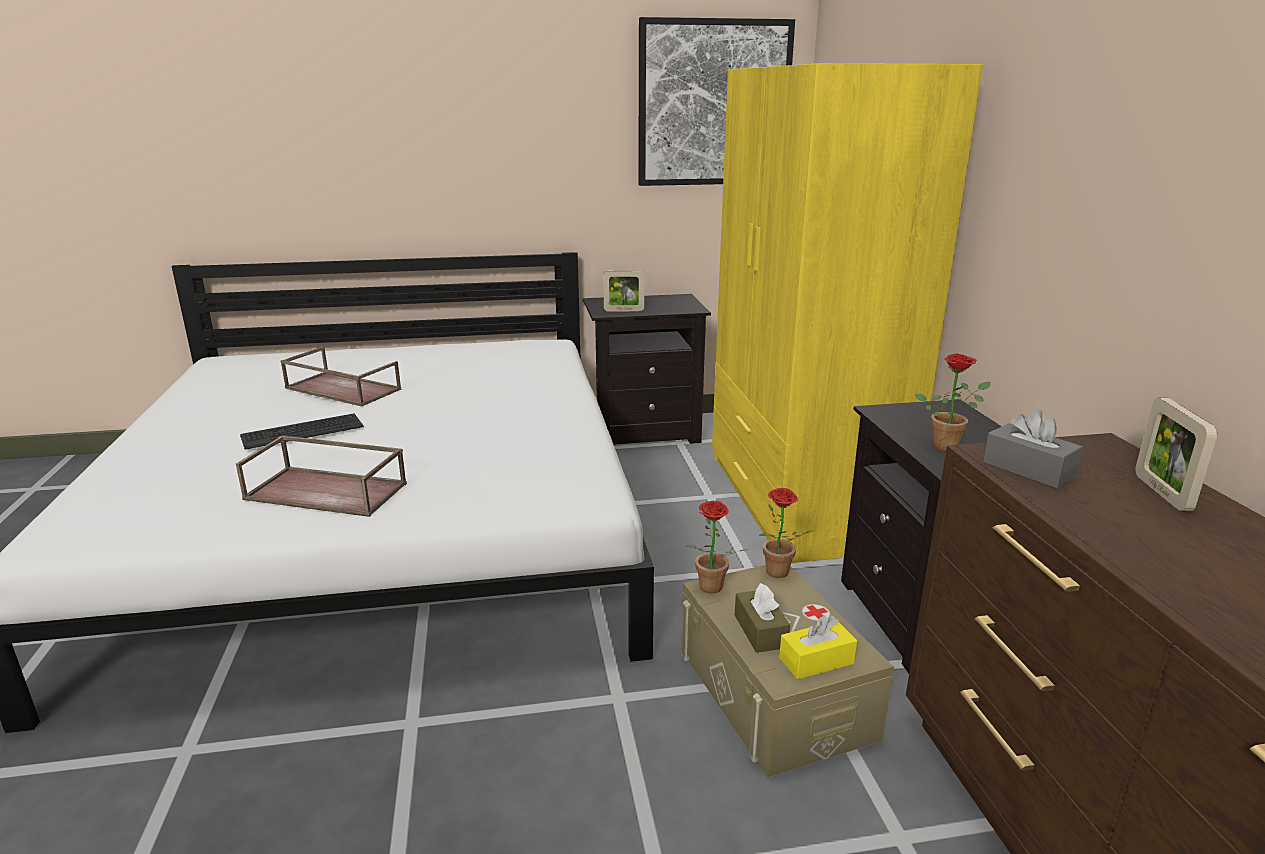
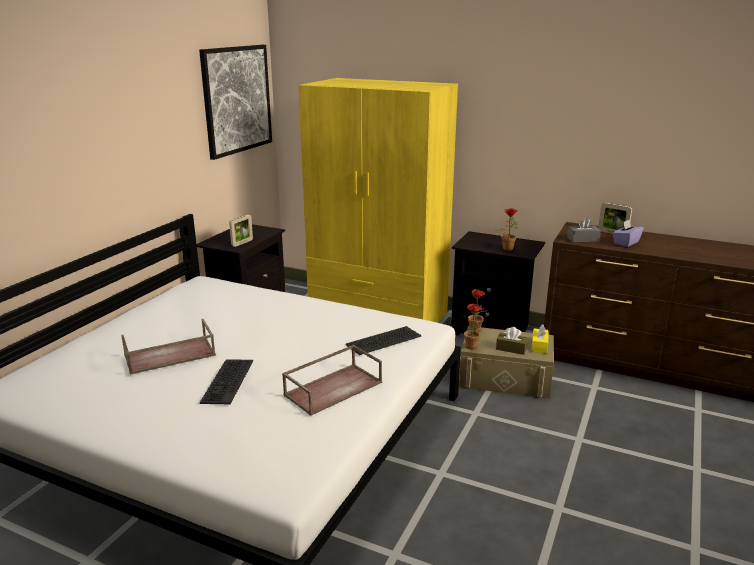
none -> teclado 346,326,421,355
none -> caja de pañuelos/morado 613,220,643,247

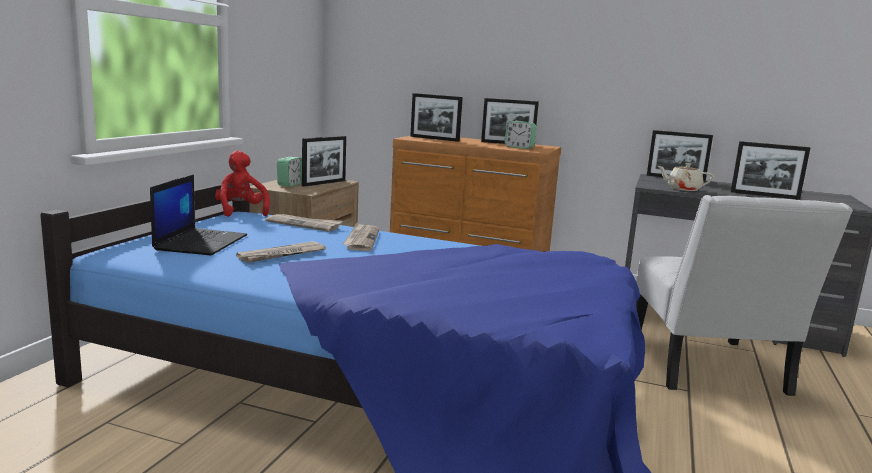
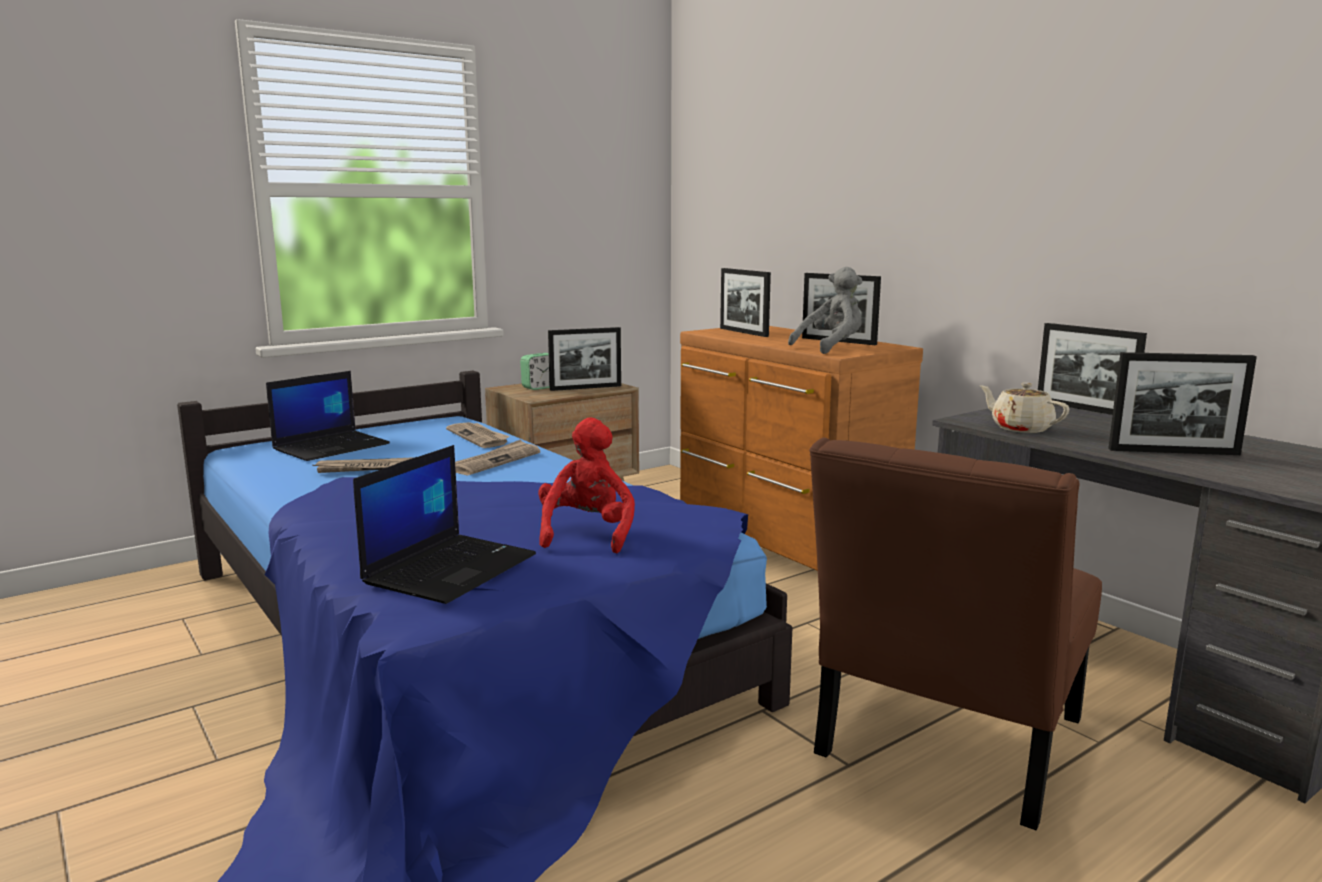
peluche/rojo 215,150,270,217 -> peluche/rojo 538,417,635,553, shifted
despertador 504,121,536,149 -> peluche/gris 788,267,863,354
silla/blanco 636,195,853,396 -> silla/marrón 809,438,1102,830
portarretratos 731,141,810,200 -> portarretratos 1108,352,1257,455, 45 degrees counterclockwise
none -> portátil 353,445,536,604

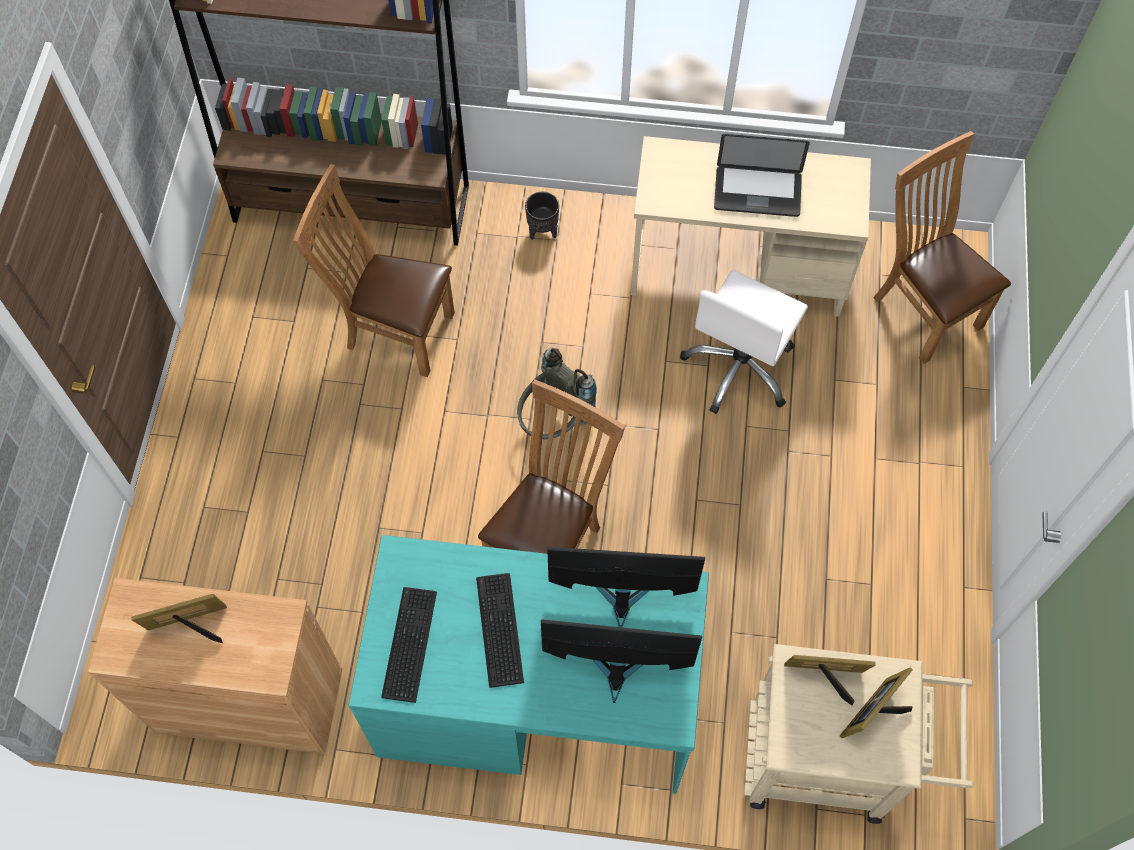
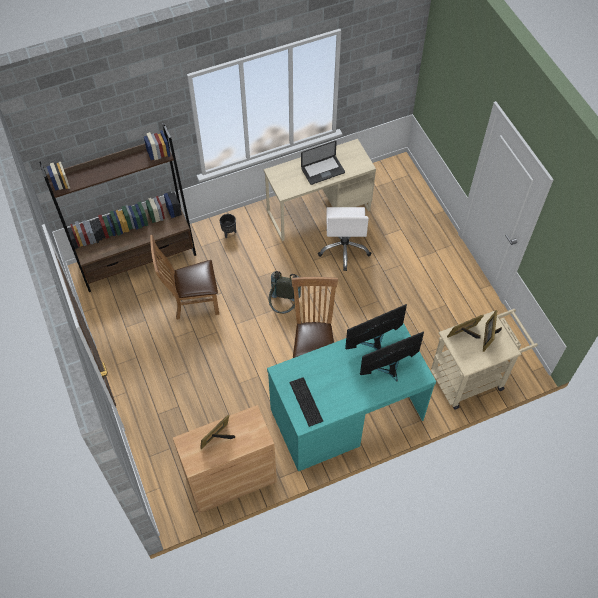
teclado 476,573,524,688 -> none
silla/marrón 873,131,1011,364 -> none

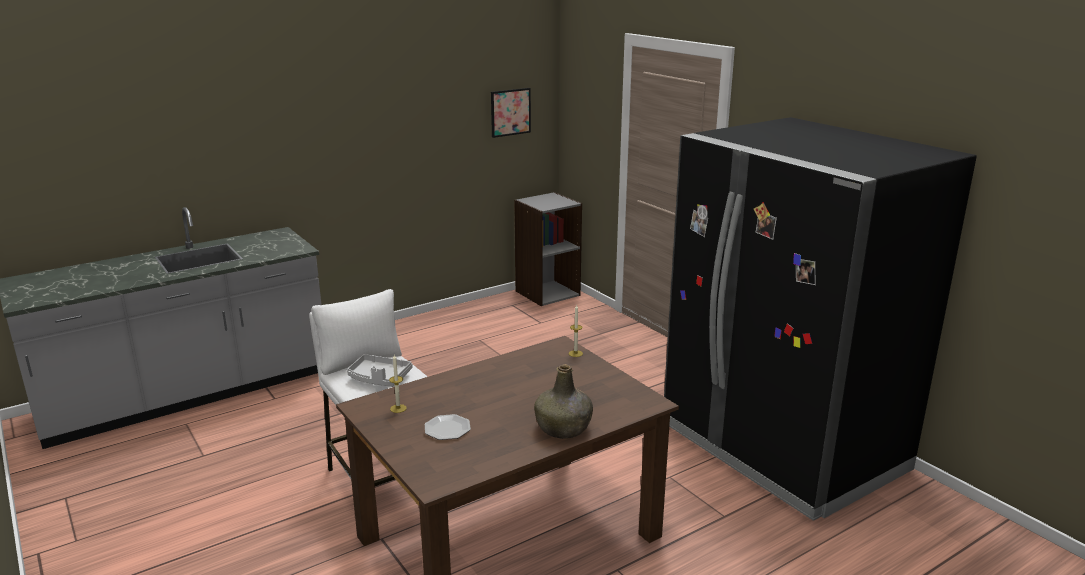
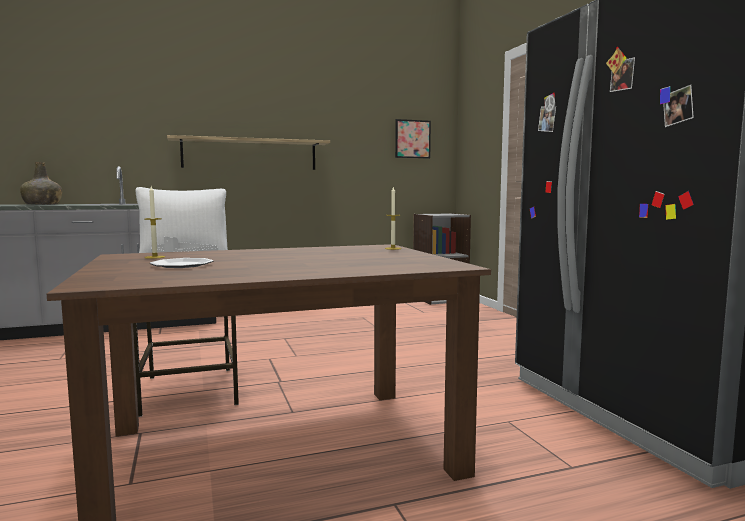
botella/verde 534,364,593,439 -> botella/verde 20,162,62,205, shifted
none -> estante 167,135,330,170

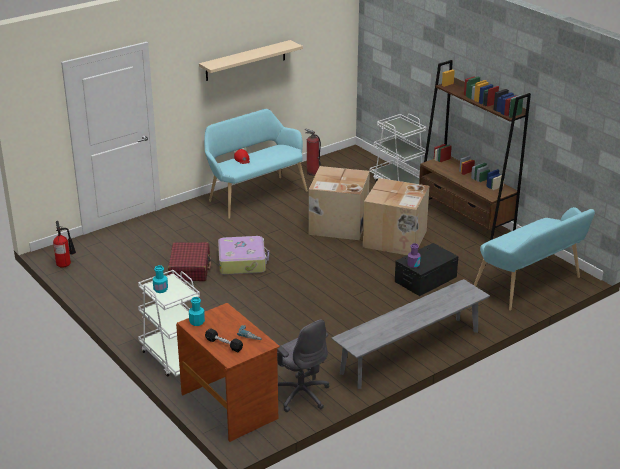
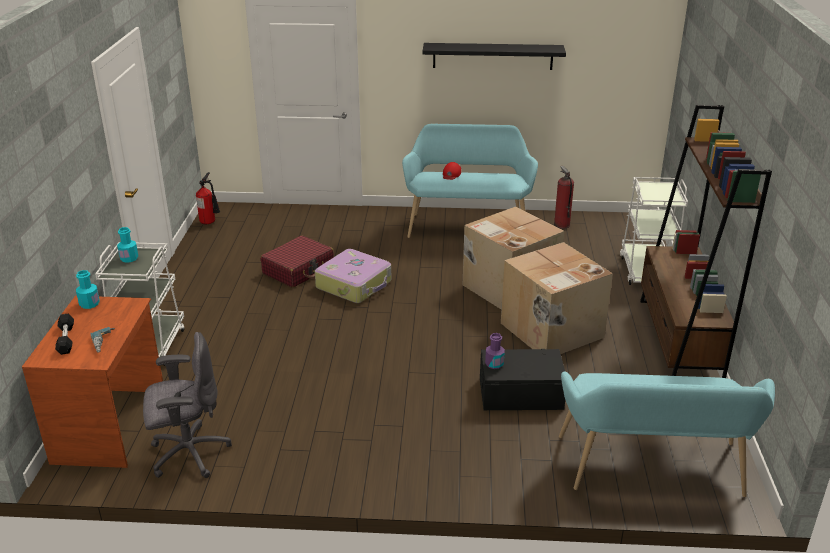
estante/beis 199,40,303,81 -> estante/negro 423,43,566,70
silla de oficina/gris 277,319,329,412 -> silla de oficina/gris 143,332,232,478, 105 degrees counterclockwise
banco/gris 331,279,490,389 -> none

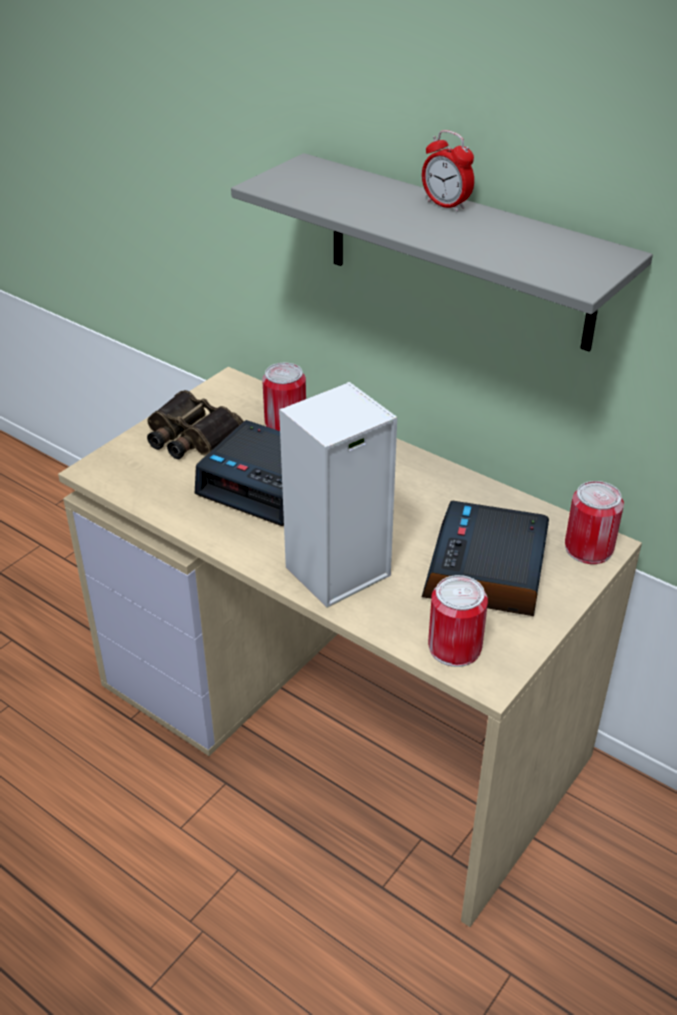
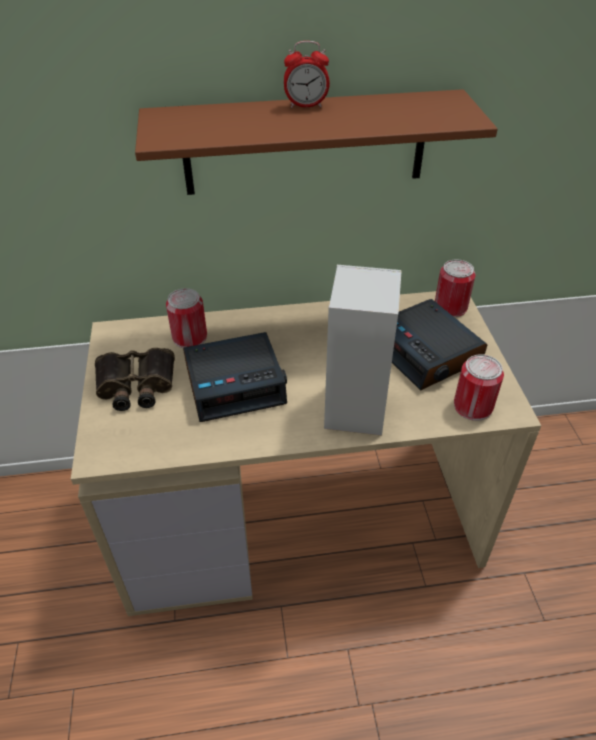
estante/gris 231,153,653,351 -> estante/marrón 135,89,498,195

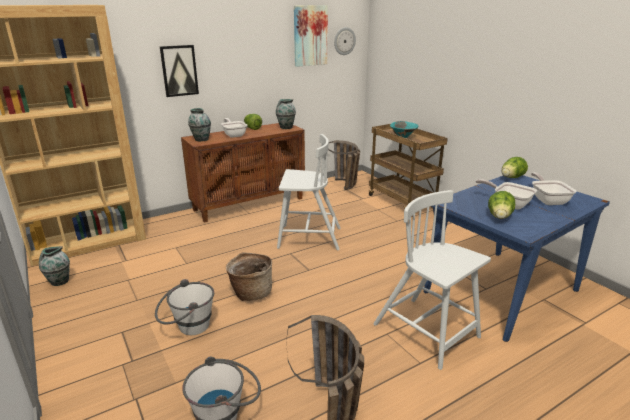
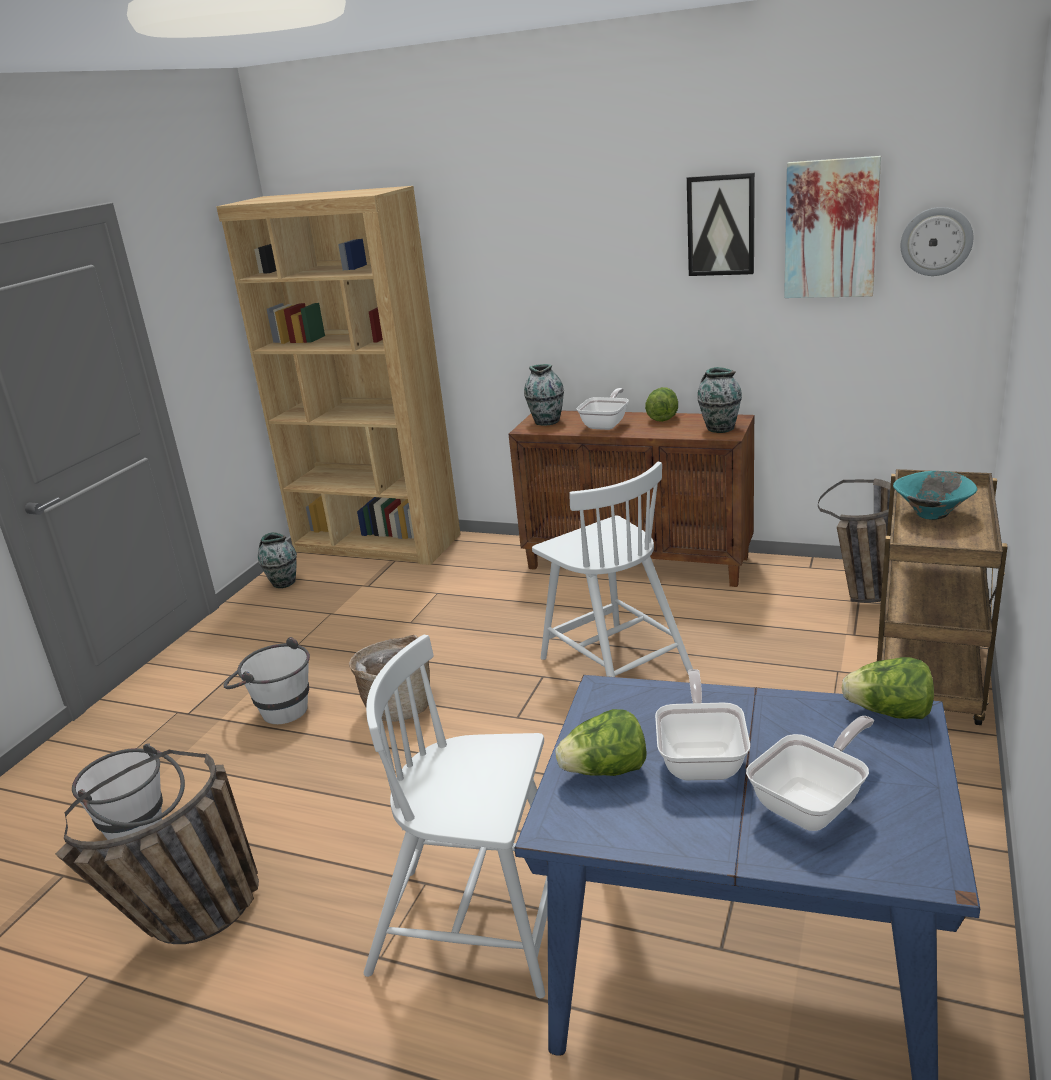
cuadro 160,45,199,97 -> cuadro 687,173,755,276, shifted
silla/blanco 373,190,491,370 -> silla/blanco 364,635,548,999, 90 degrees counterclockwise

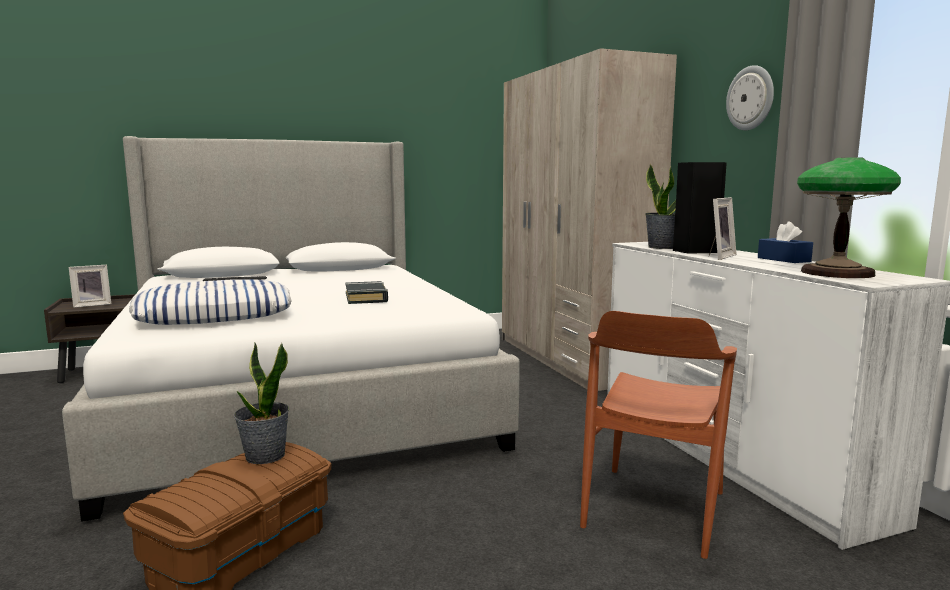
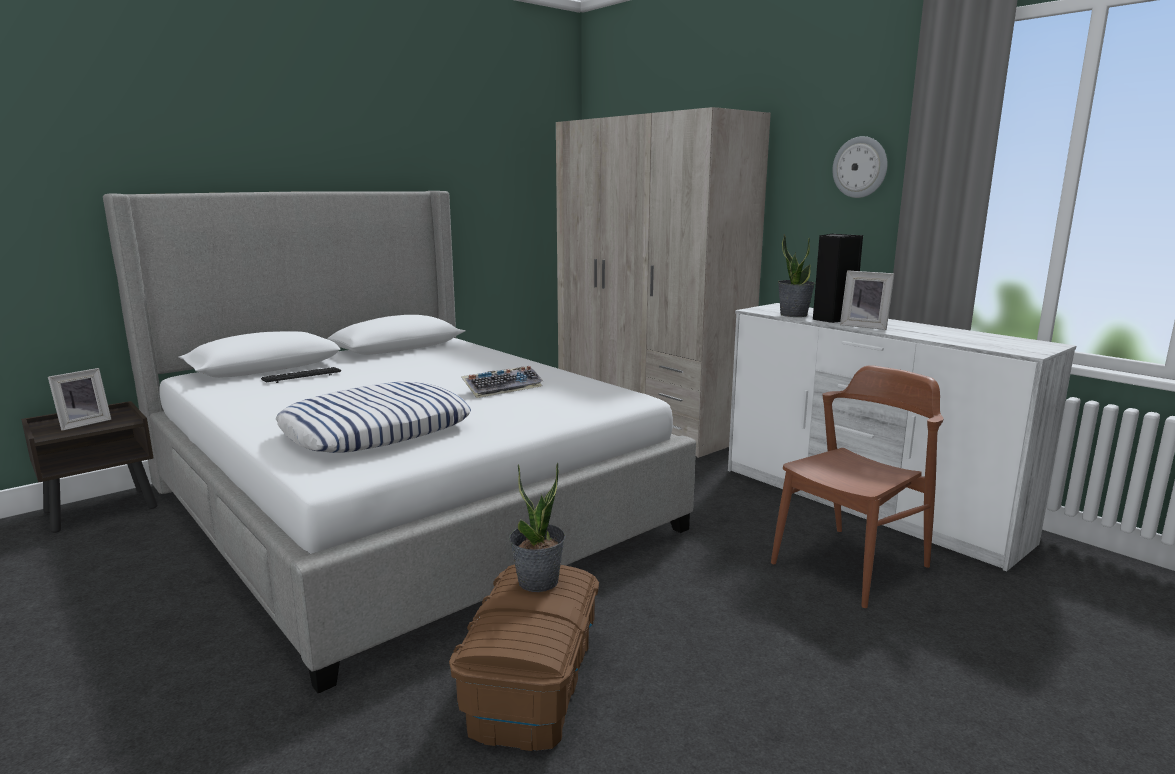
libro/negro 345,281,388,304 -> teclado 461,366,543,398
silla/marrón 580,311,737,559 -> silla/marrón 771,365,943,608, 135 degrees counterclockwise
portarretratos 709,197,737,260 -> portarretratos 840,270,894,330, 105 degrees clockwise
caja de pañuelos/azul 758,221,813,263 -> none
lámpara de mesa 797,157,901,278 -> none

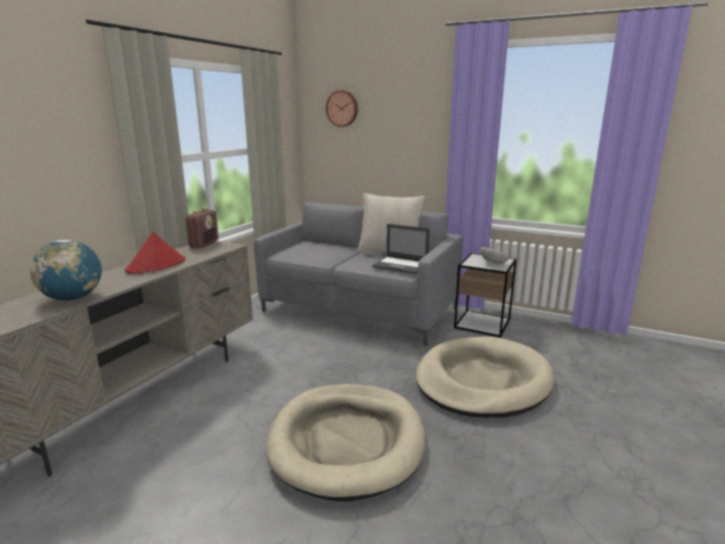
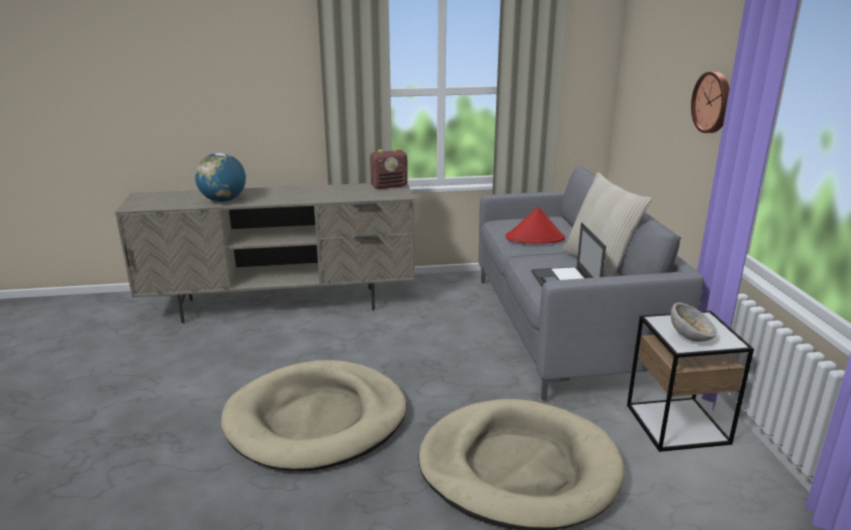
sombrero/rojo 125,231,185,274 -> sombrero/rojo 505,206,565,244, shifted
reloj de pared 326,90,358,127 -> reloj de pared 691,72,730,133, shifted

